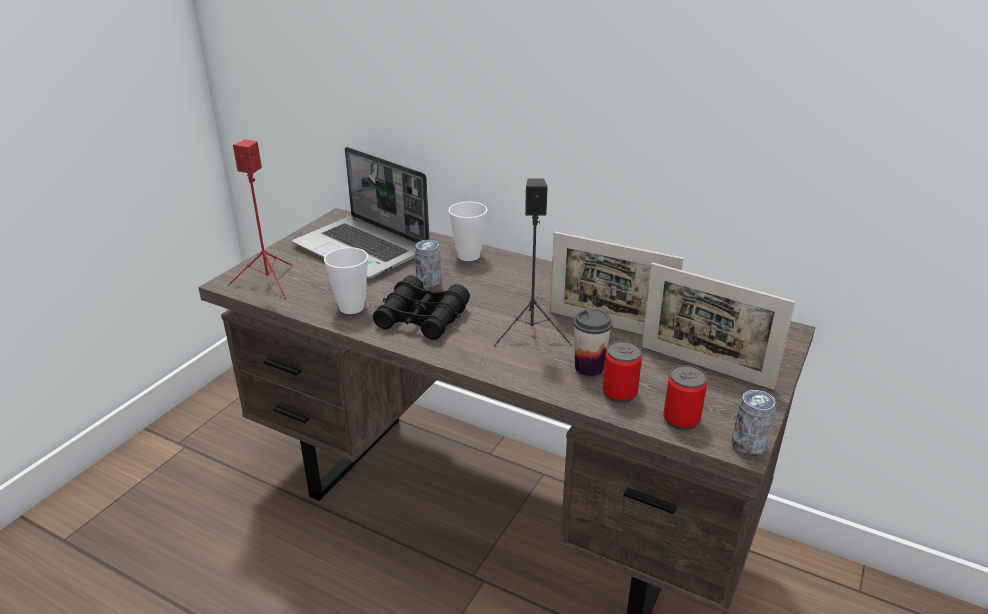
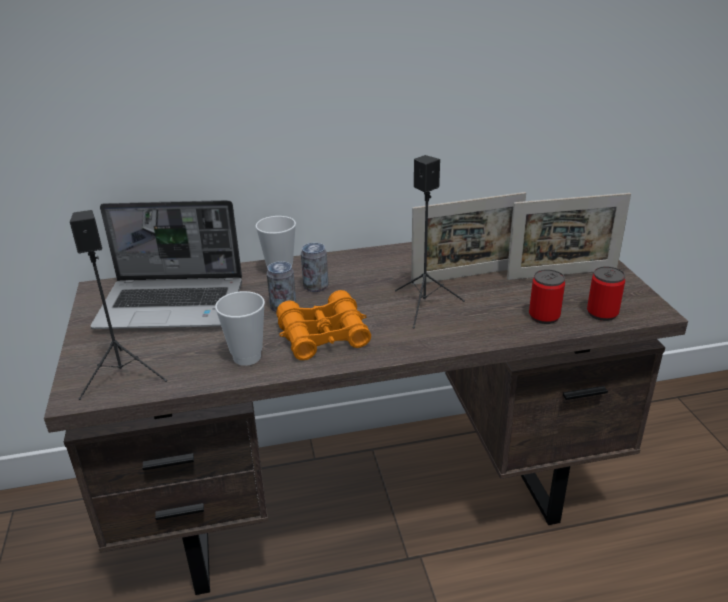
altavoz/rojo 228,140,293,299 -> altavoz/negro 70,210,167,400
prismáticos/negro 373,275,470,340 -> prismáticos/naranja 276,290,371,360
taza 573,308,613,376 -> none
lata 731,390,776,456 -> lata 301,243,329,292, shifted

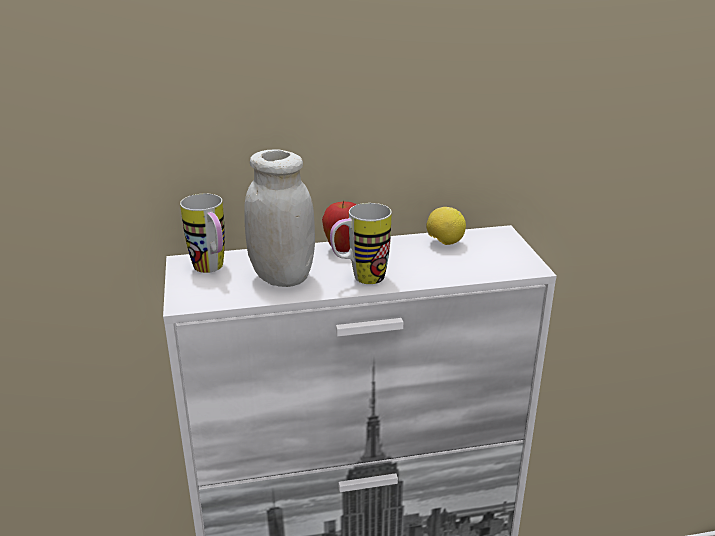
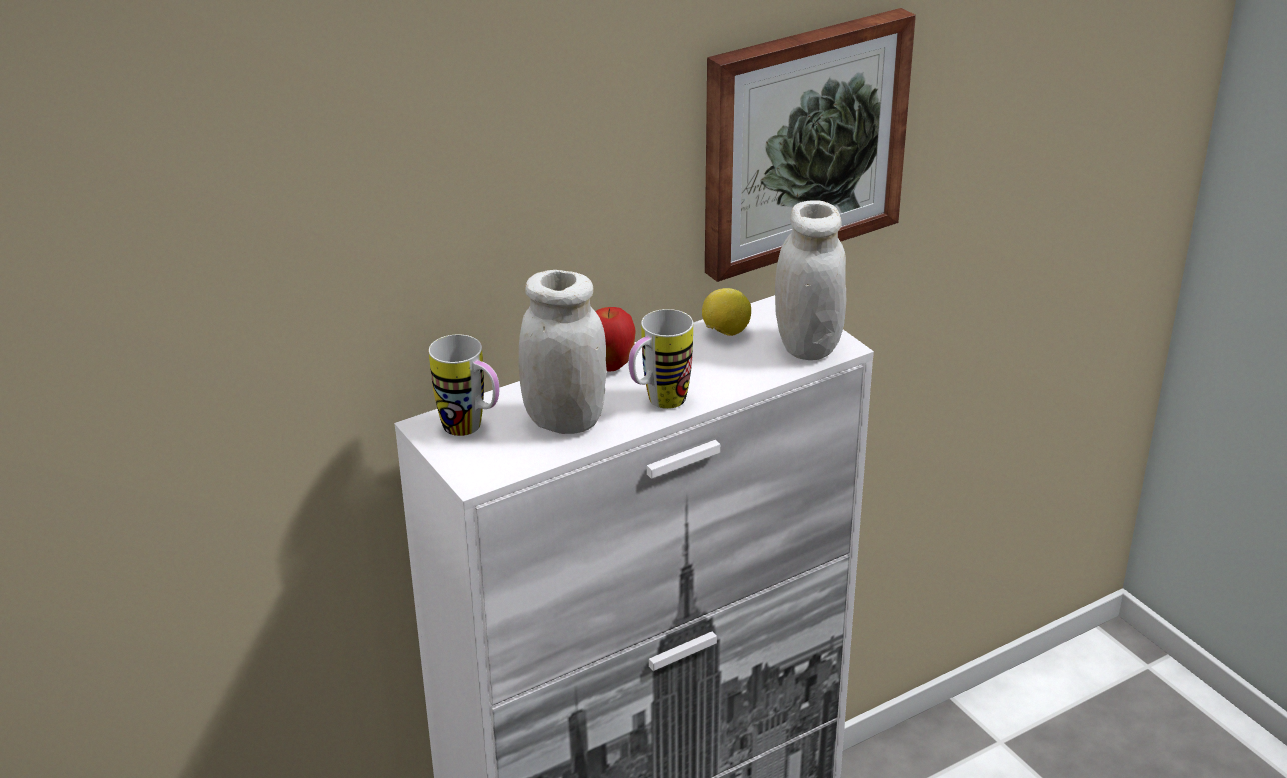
none -> cuadro 705,8,916,282
none -> tarro/blanco 775,200,846,360

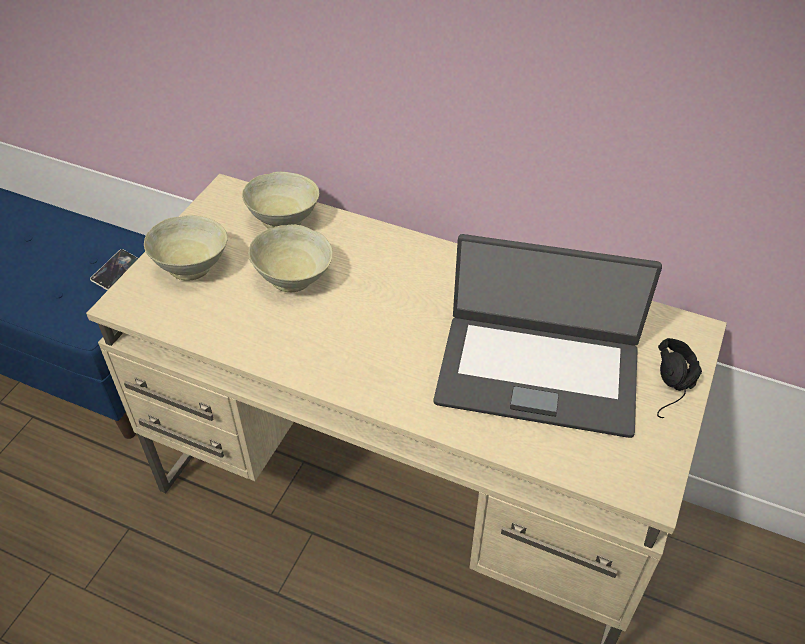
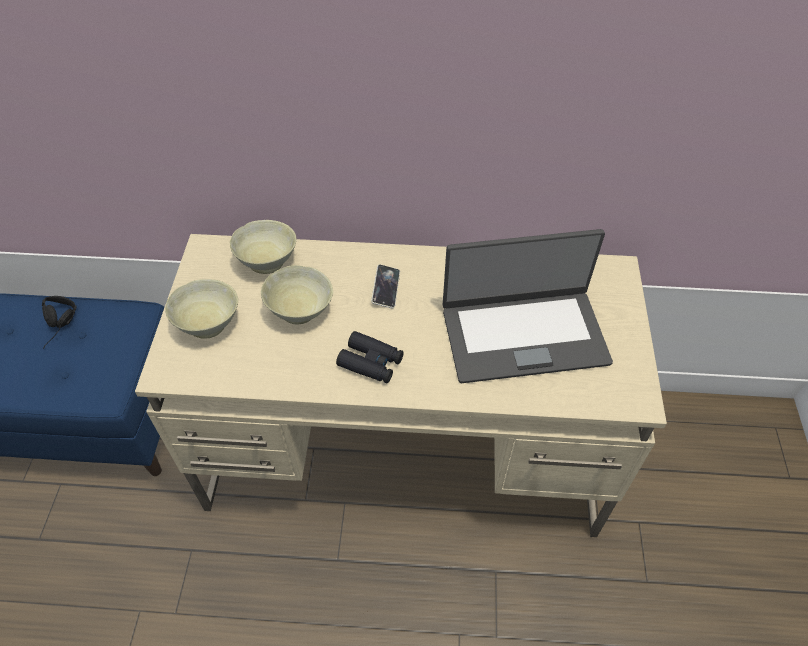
móvil 90,249,138,290 -> móvil 371,264,400,309, shifted
auriculares/negro 657,338,702,418 -> auriculares/negro 42,296,77,349, shifted
none -> prismáticos/negro 336,331,404,383

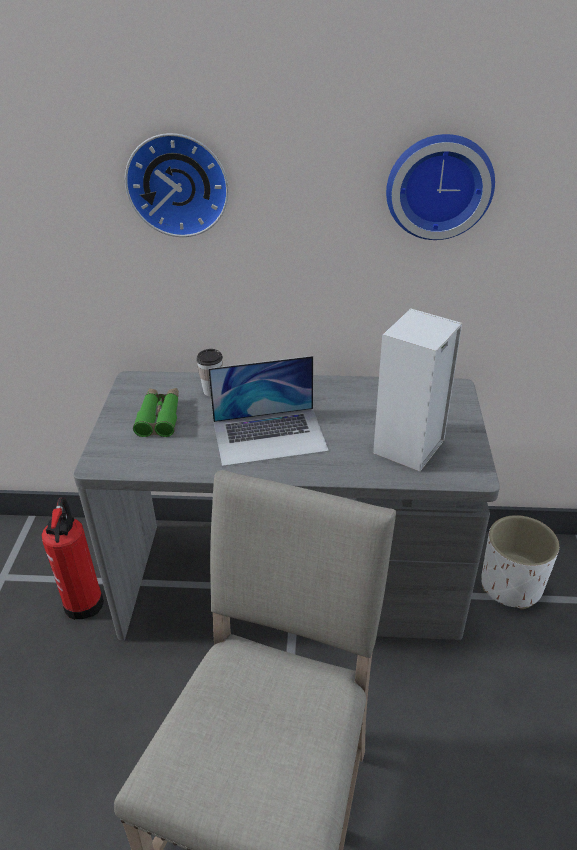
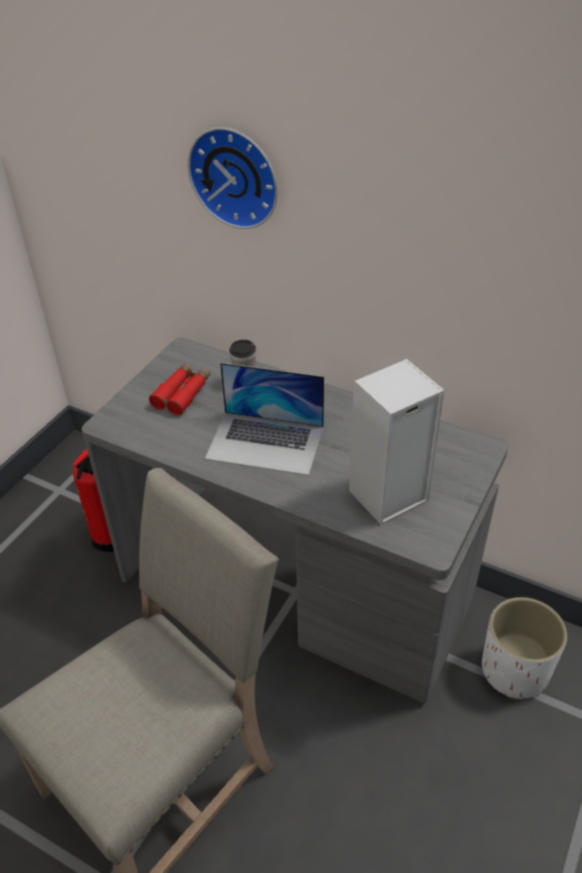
prismáticos/verde 133,388,179,437 -> prismáticos/rojo 149,363,211,415
reloj de pared 386,134,495,240 -> none

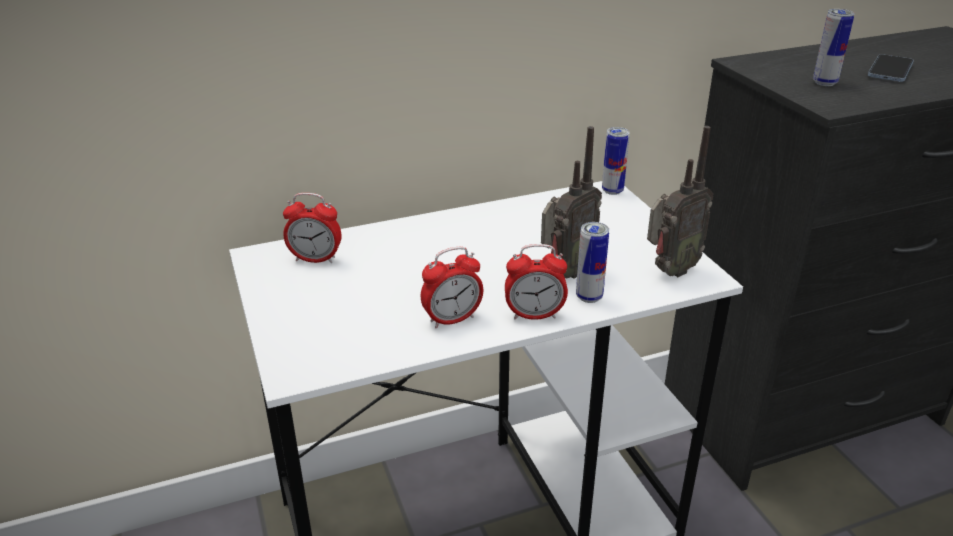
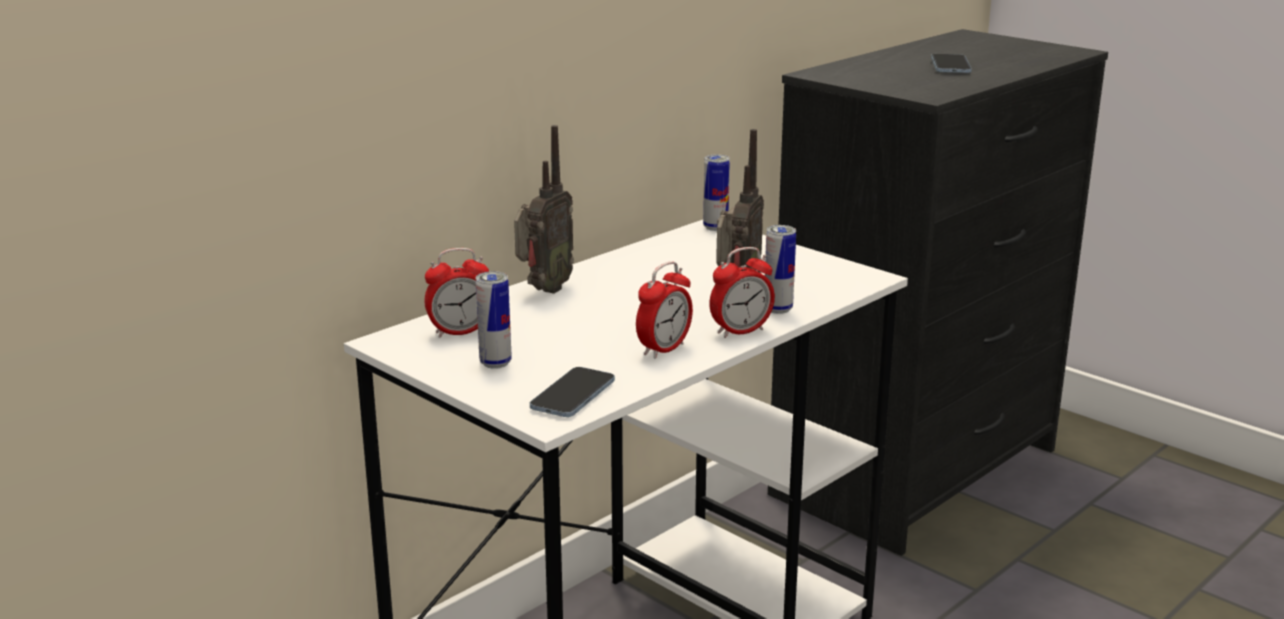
radio 647,126,713,277 -> radio 514,125,574,294, shifted
lata 813,9,855,86 -> lata 476,271,512,369, shifted
none -> móvil 530,367,615,417

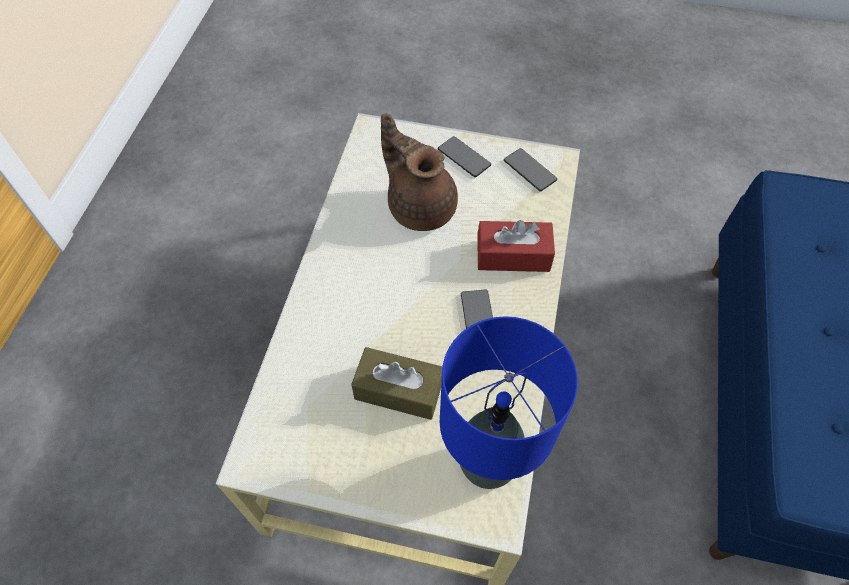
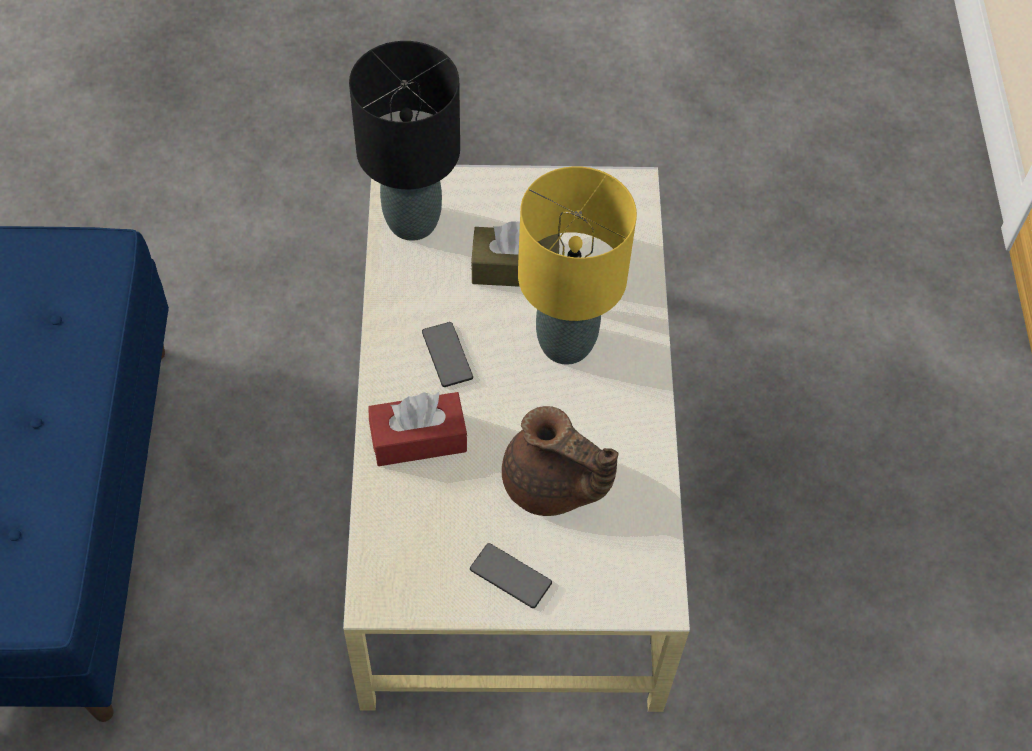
lámpara de mesa/azul 440,316,578,489 -> lámpara de mesa/negro 349,41,460,241
móvil 504,148,557,191 -> none
none -> lámpara de mesa/amarillo 518,166,637,364

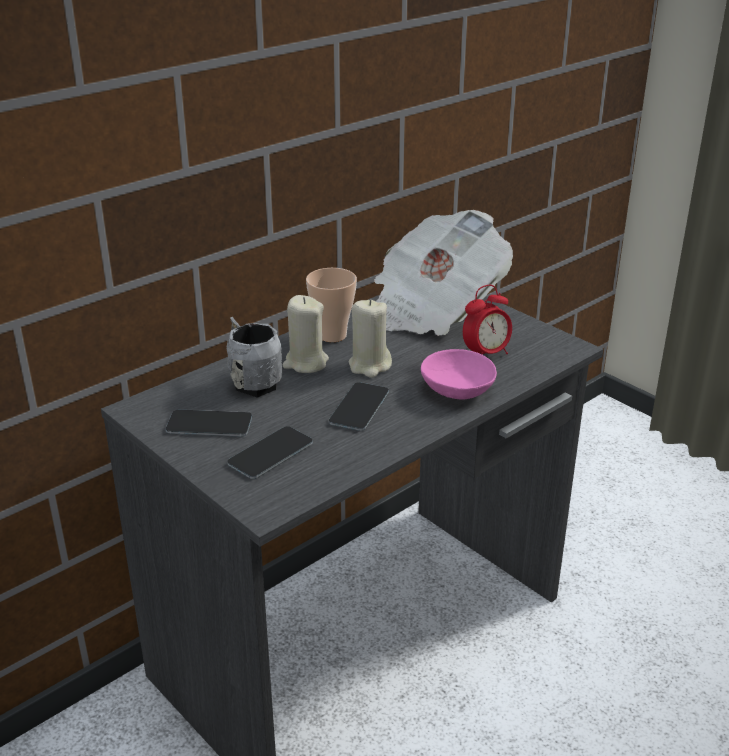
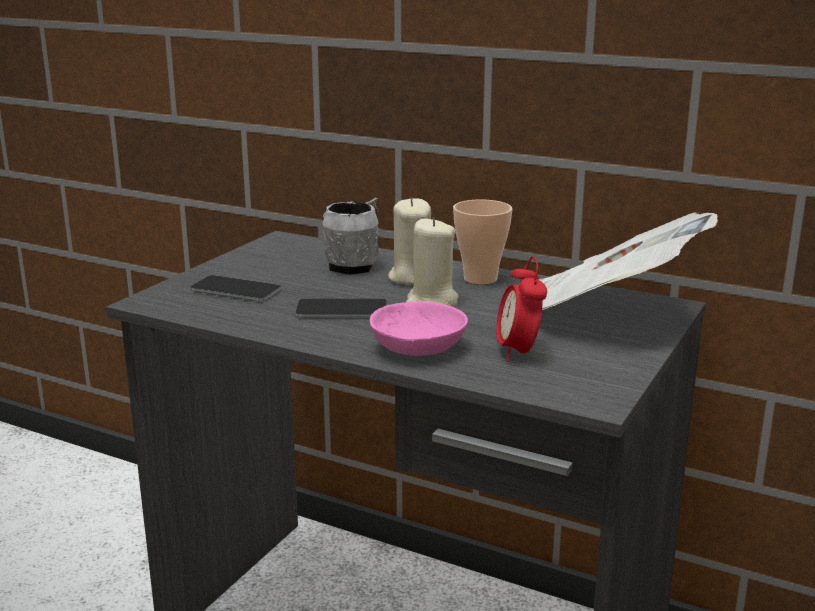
móvil 166,410,252,437 -> none
despertador 463,285,512,355 -> despertador 496,256,547,362, 45 degrees clockwise

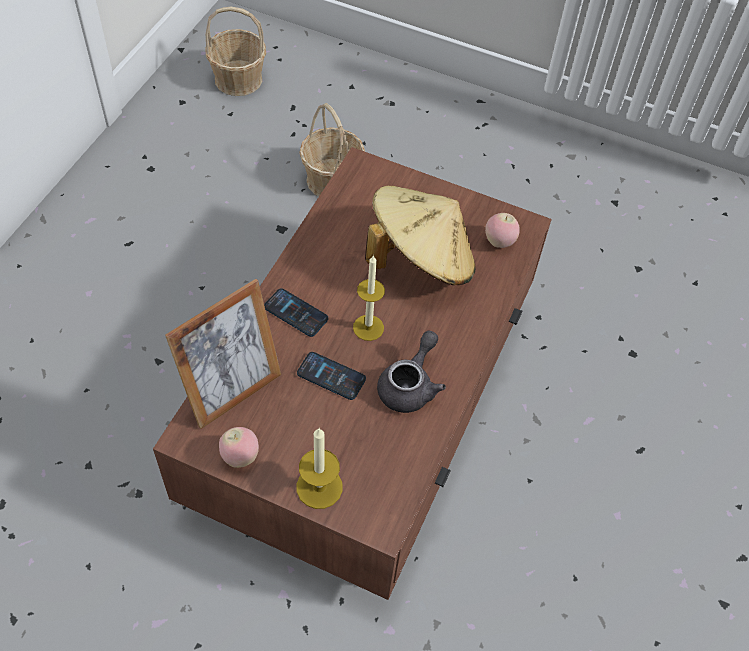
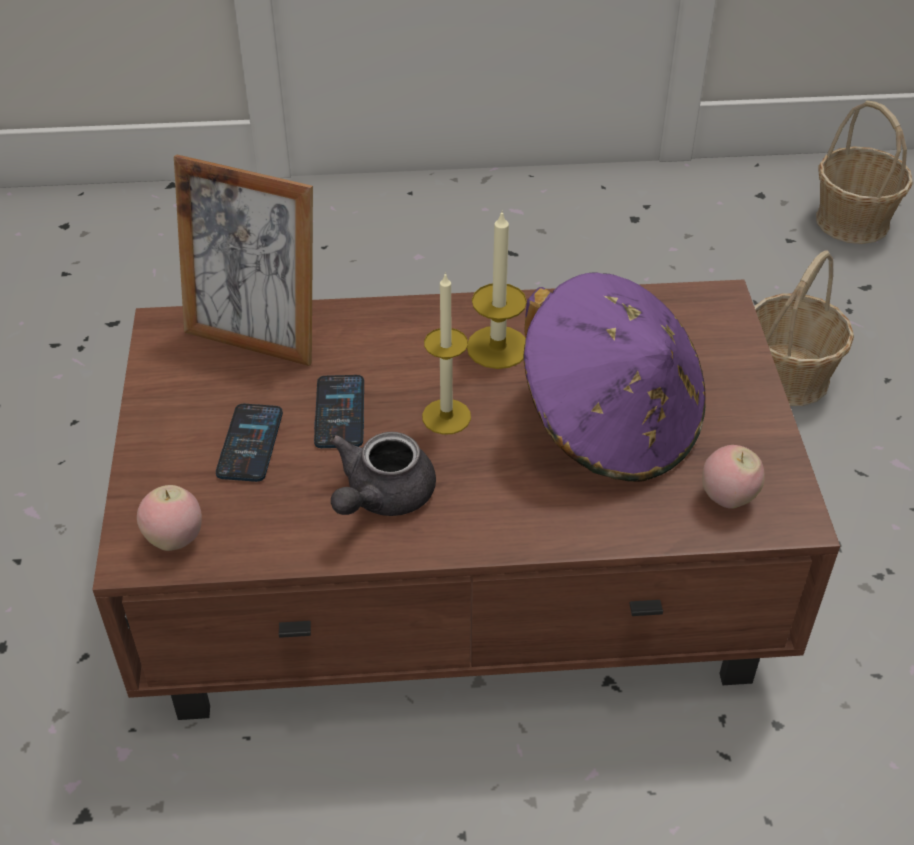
manzana 219,427,259,468 -> manzana 137,485,202,551, shifted
móvil 264,288,328,337 -> móvil 216,404,283,482, shifted
vela 297,428,343,509 -> vela 467,210,527,369, shifted
sombrero/beis 365,186,476,285 -> sombrero/morado 523,272,706,482
tetera/gris 377,330,446,413 -> tetera/gris 330,432,436,516, 120 degrees clockwise

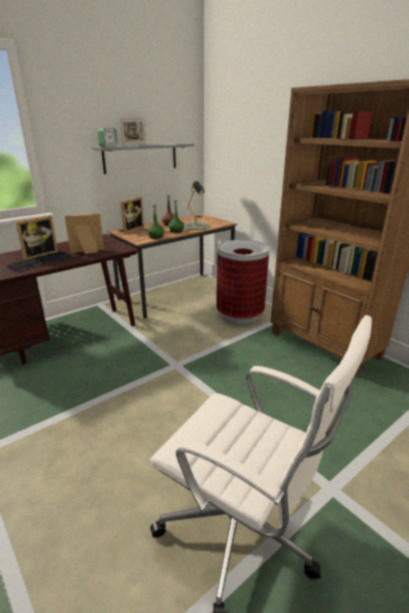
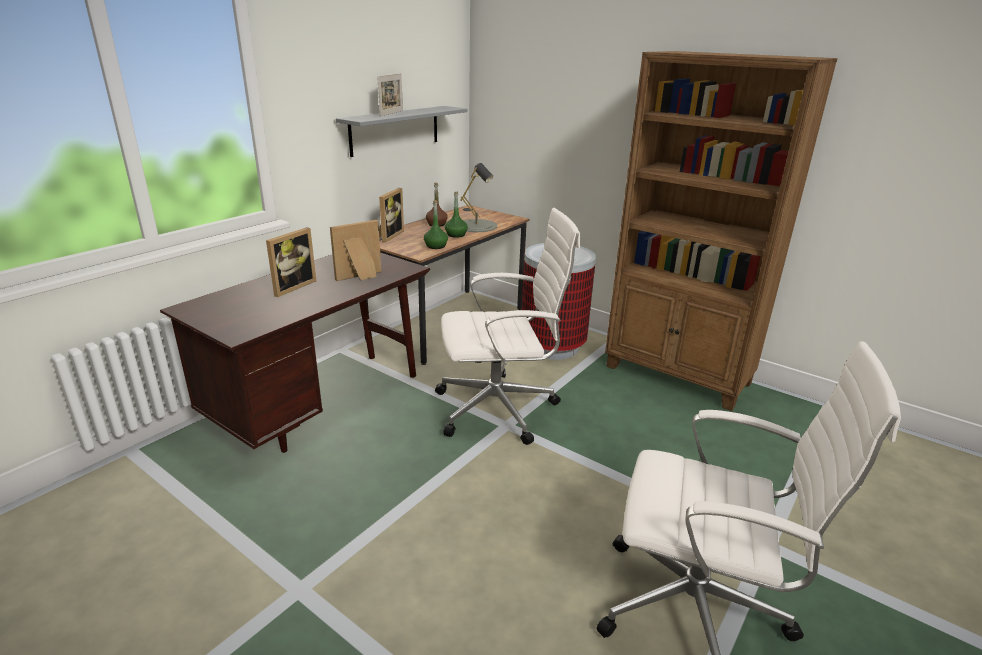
teclado 7,251,70,272 -> none
despertador 97,128,118,147 -> none
none -> silla de oficina/blanco 435,208,580,445

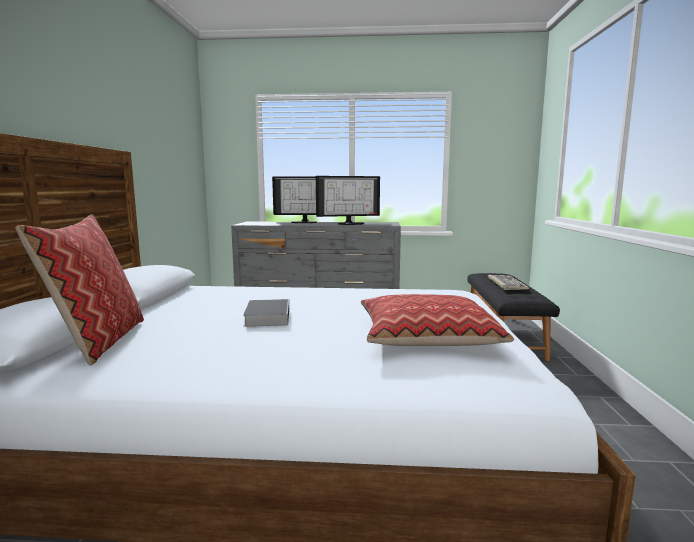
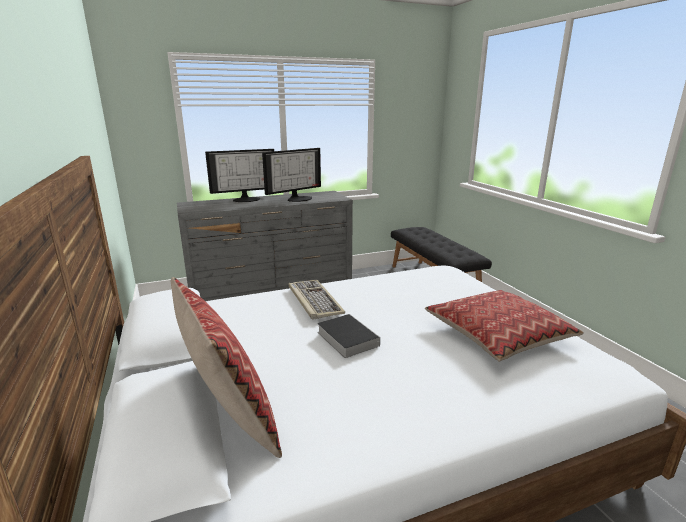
teclado 488,274,529,290 -> teclado 288,280,345,320, shifted

